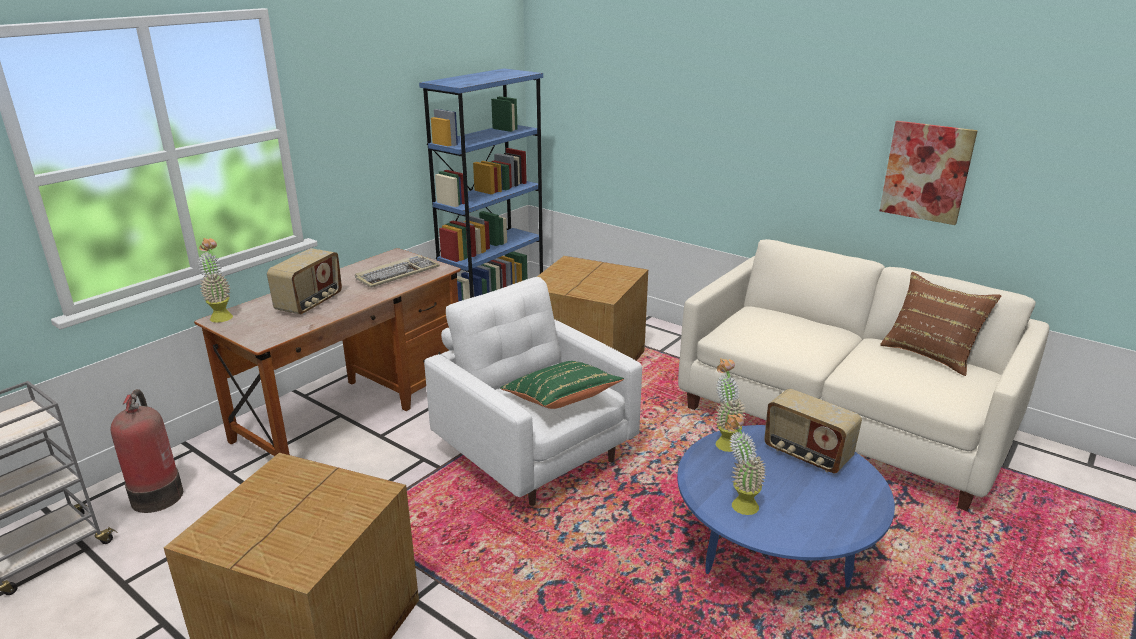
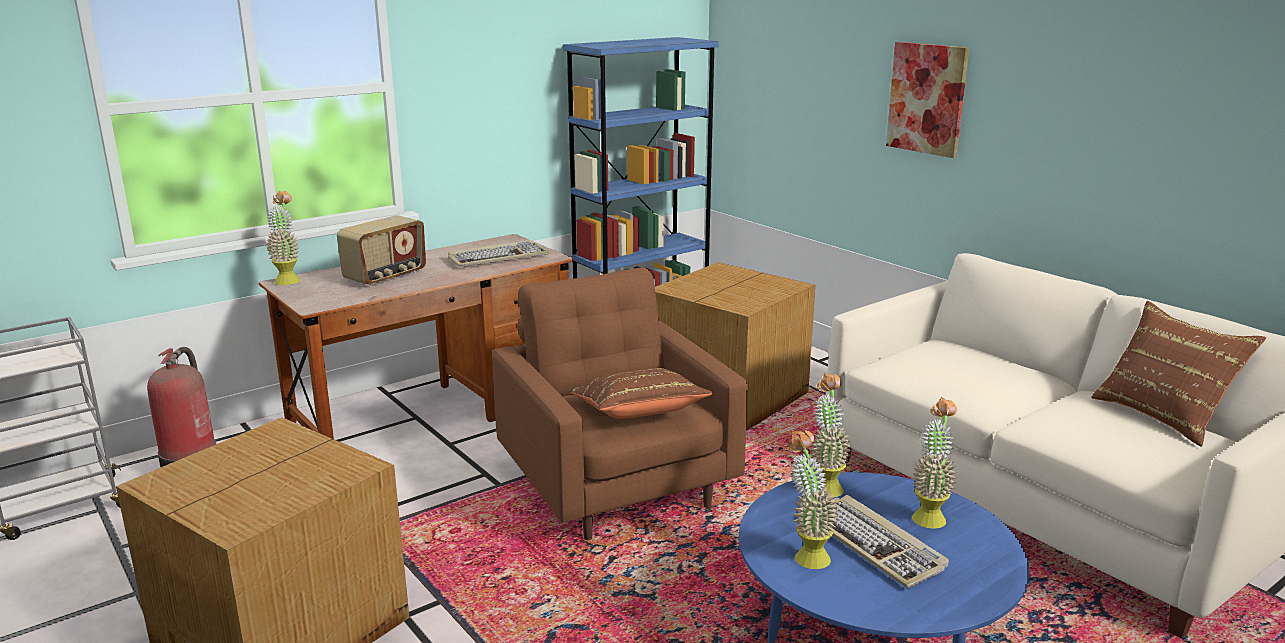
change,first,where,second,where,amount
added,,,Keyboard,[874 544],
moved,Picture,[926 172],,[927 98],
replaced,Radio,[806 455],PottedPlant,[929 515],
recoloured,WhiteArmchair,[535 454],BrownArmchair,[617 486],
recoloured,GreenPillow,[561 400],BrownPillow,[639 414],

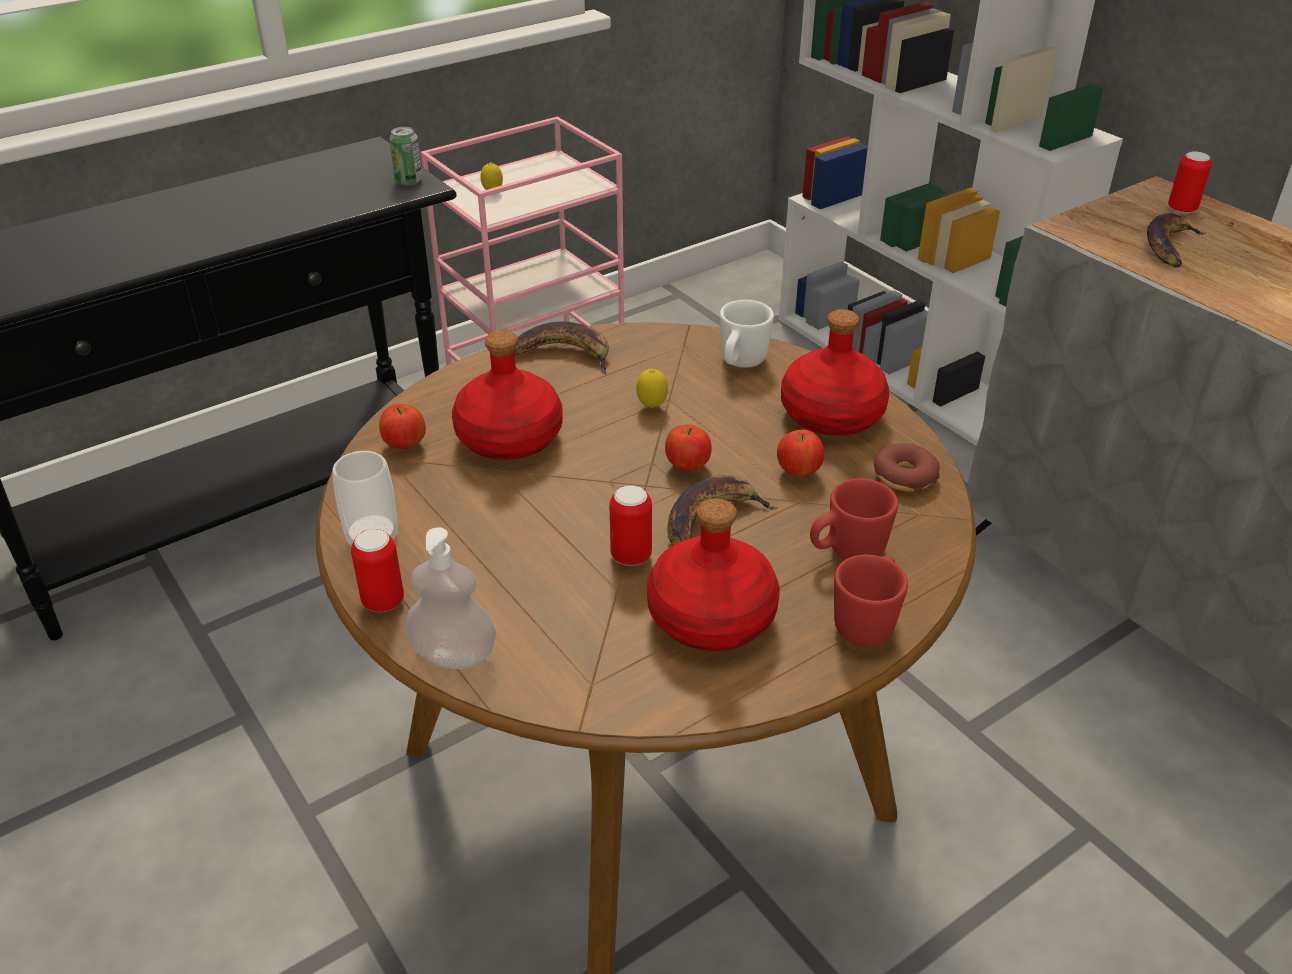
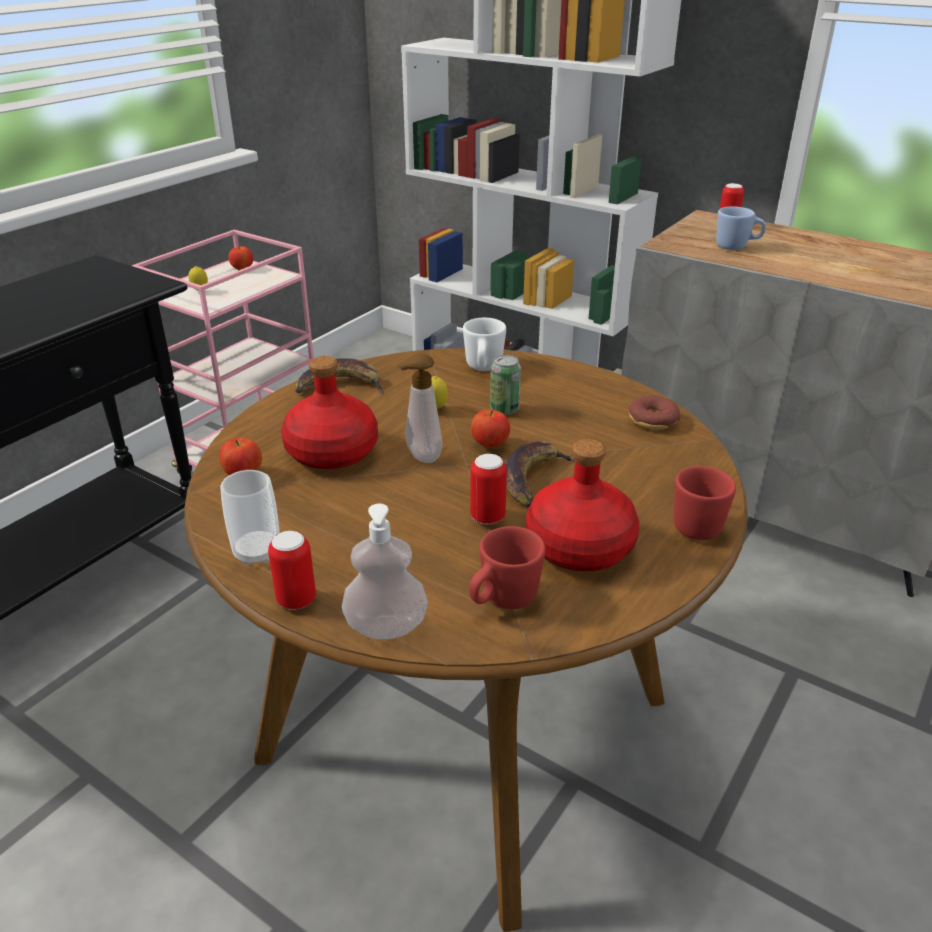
change,first,where,second,where,amount
removed,RedBottle,[832 414],,,
added,,,SoapDispenser,[420 457],
moved,Can,[409 181],,[504 409],
moved,Apple,[798 472],,[242 269],
moved,RedMug,[847 552],,[502 600],
replaced,Banana,[1169 247],BlueMug,[737 247],

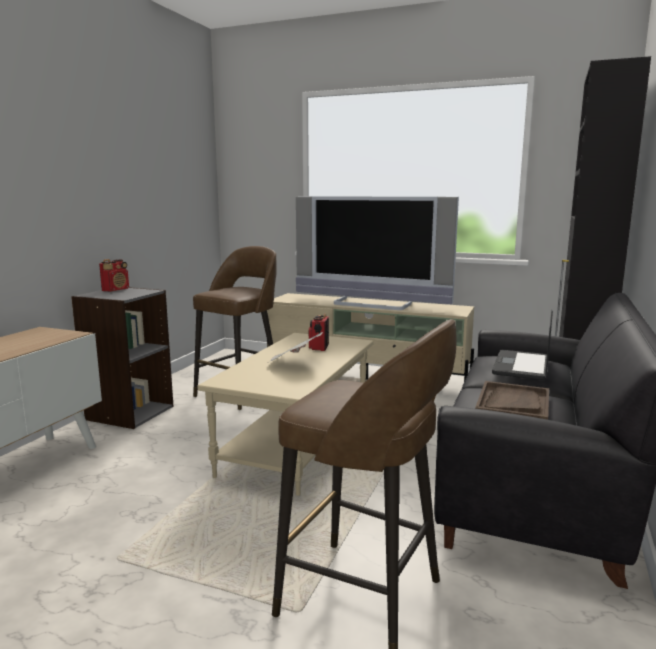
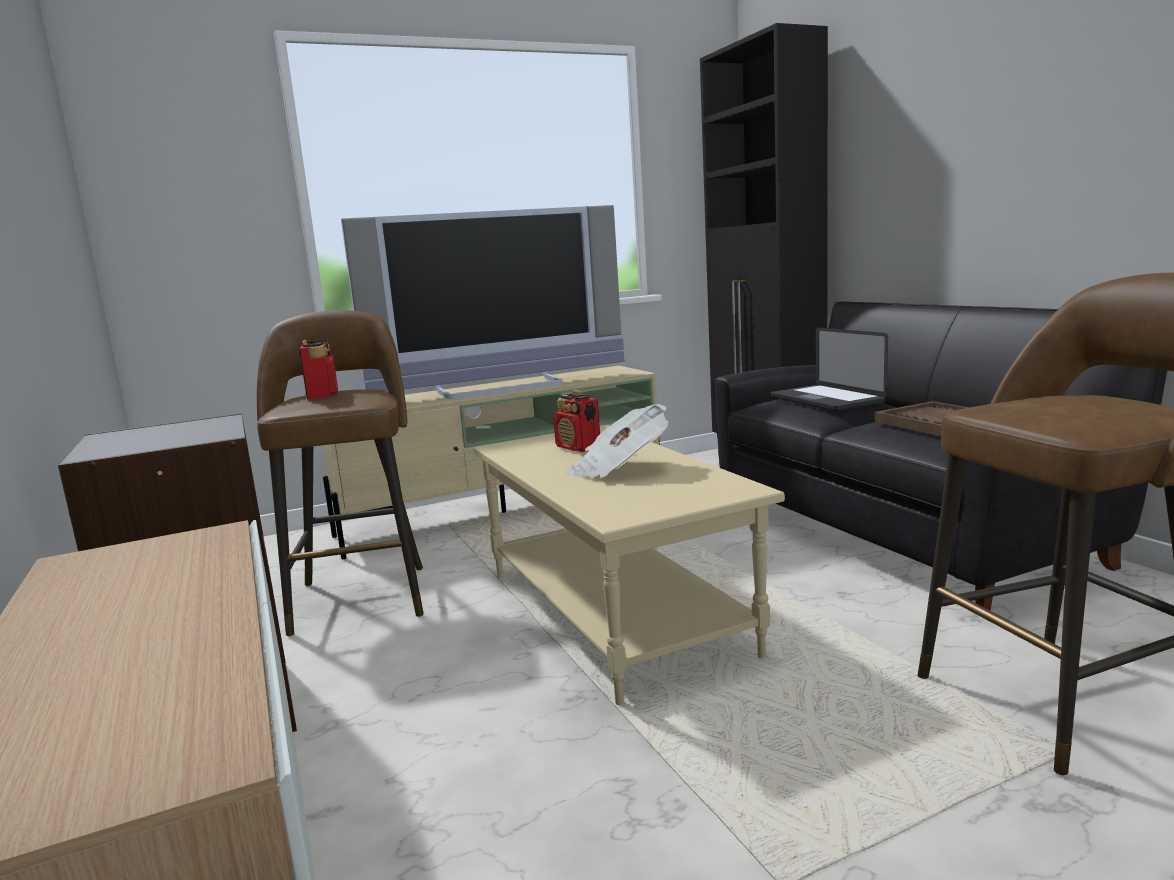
change,first,where,second,where,amount
moved,Radio,[116 290],,[322 395],

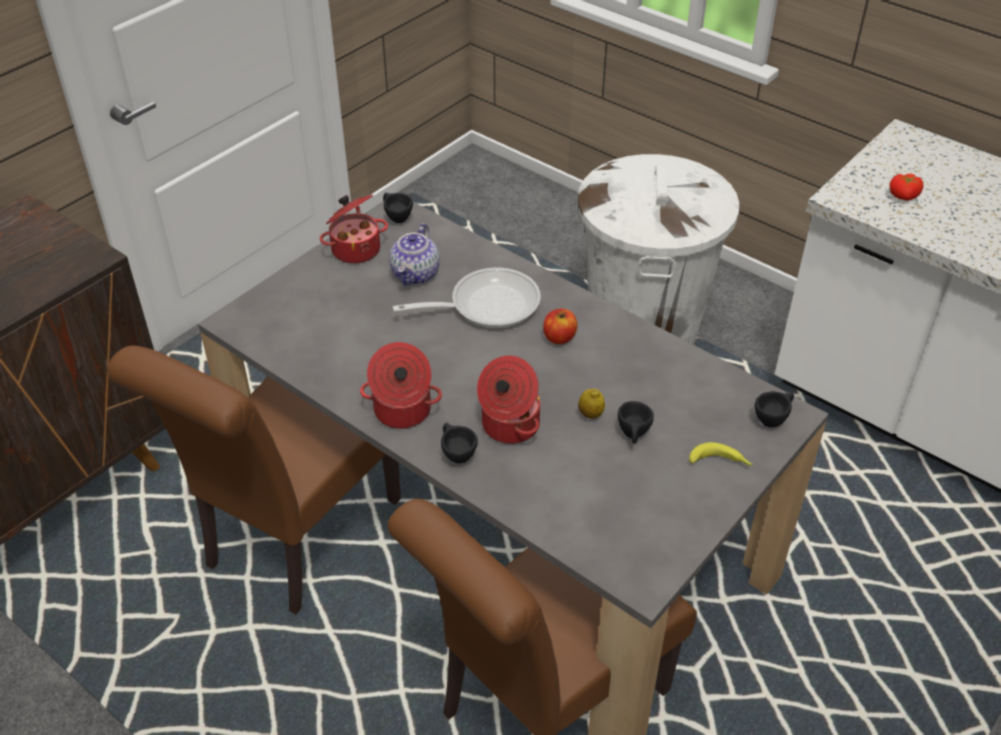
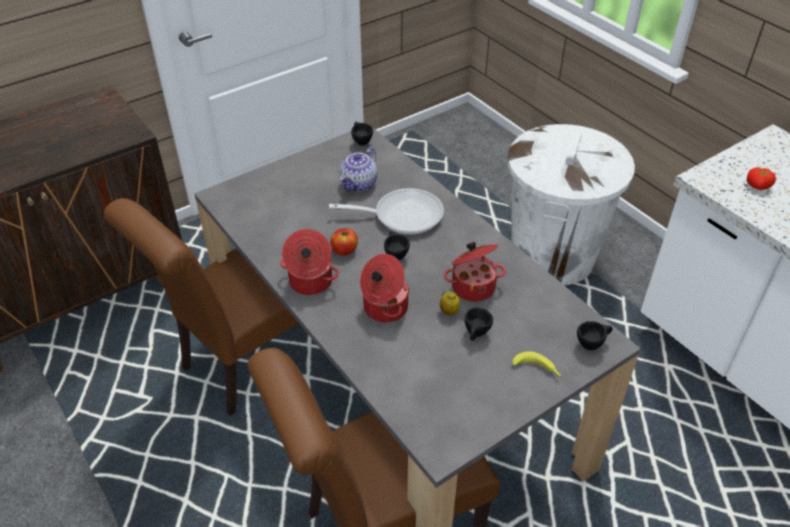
change,first,where,second,where,amount
moved,CookingPot,[355 249],,[473 286],
moved,BlackCup,[456 455],,[395 254],
moved,Apple,[559 337],,[344 250],

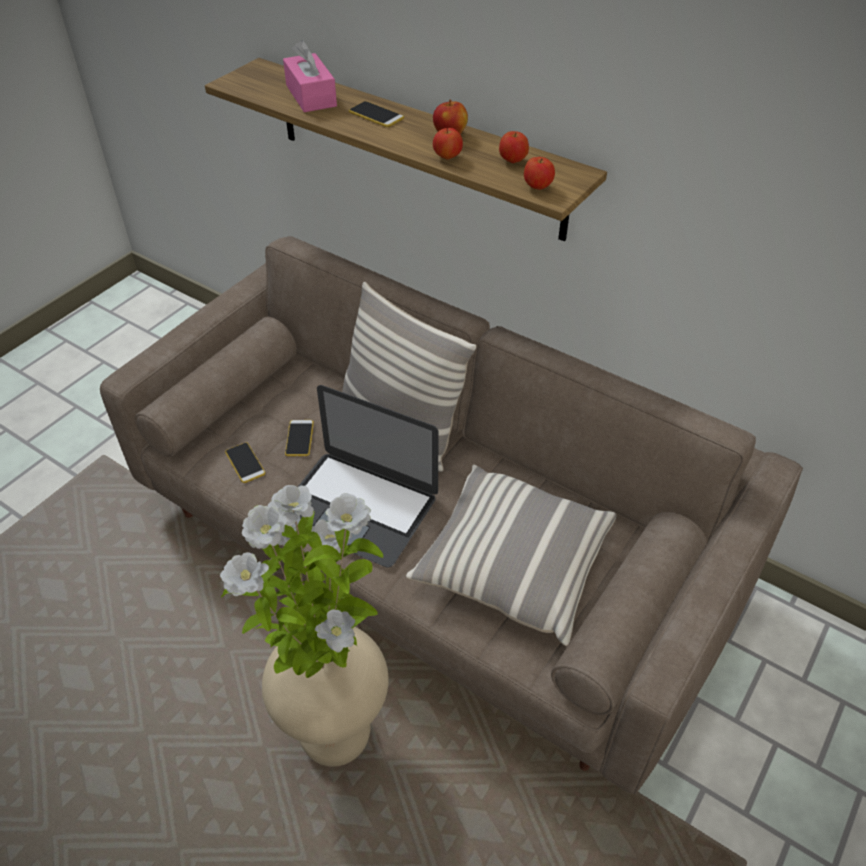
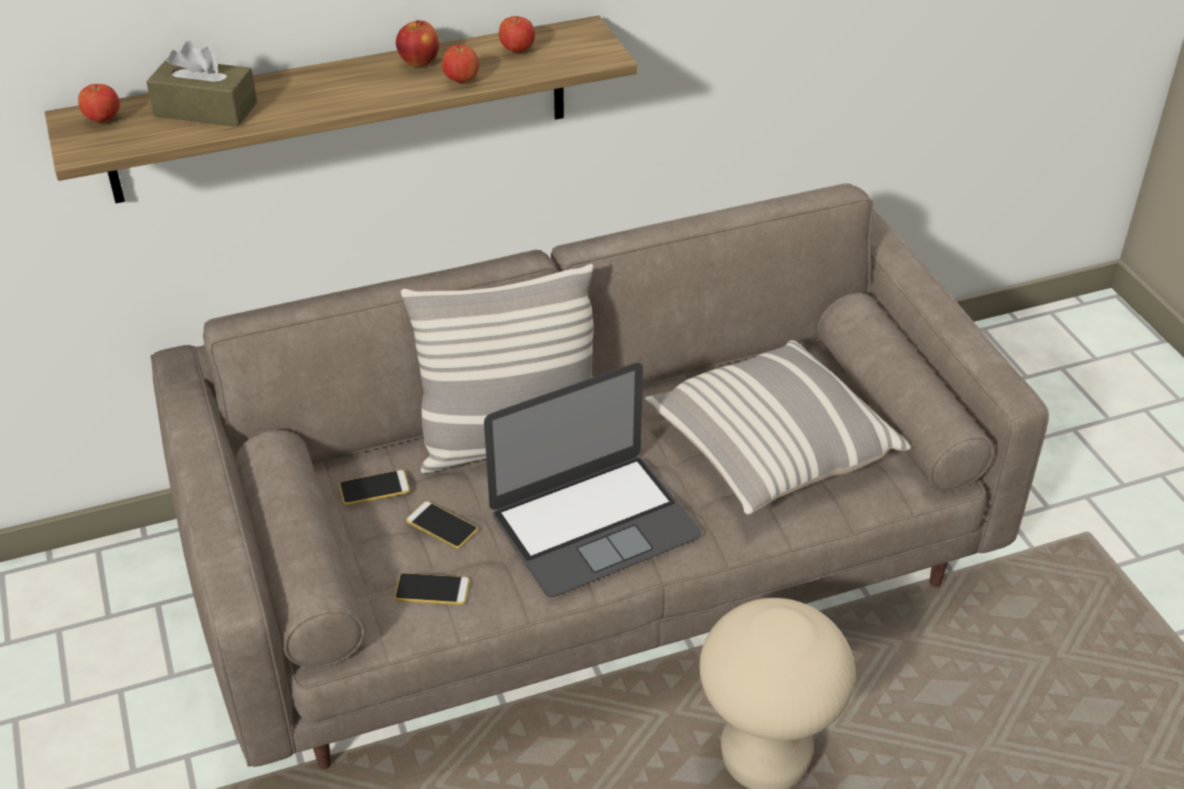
change,first,where,second,where,amount
removed,PottedPlant,[322 664],,,
moved,Phone,[376 115],,[374 488],
moved,Apple,[537 187],,[103 119],
recoloured,PinkTissueBox,[311 96],BrownTissueBox,[206 109],

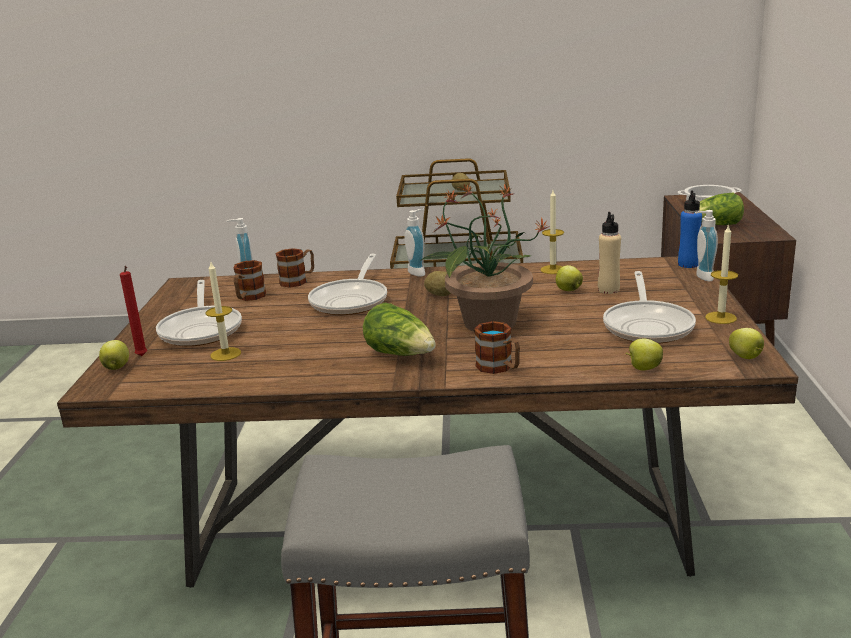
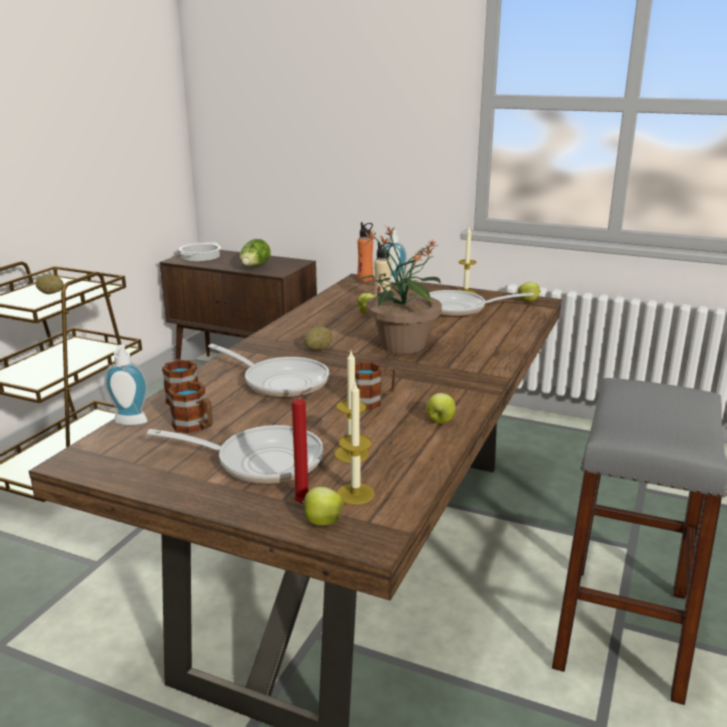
change,first,where,second,where,amount
removed,Lettuce,[401 354],,,
removed,SoapDispenser,[419 272],,,
moved,Mug,[499 368],,[372 401],
moved,Candle,[553 269],,[355 494],
moved,Apple,[643 368],,[440 421],
recoloured,BlueBottle,[688 264],OrangeBottle,[365 279],
turned,FryingPan,[647 325],,[458 309],150 degrees clockwise

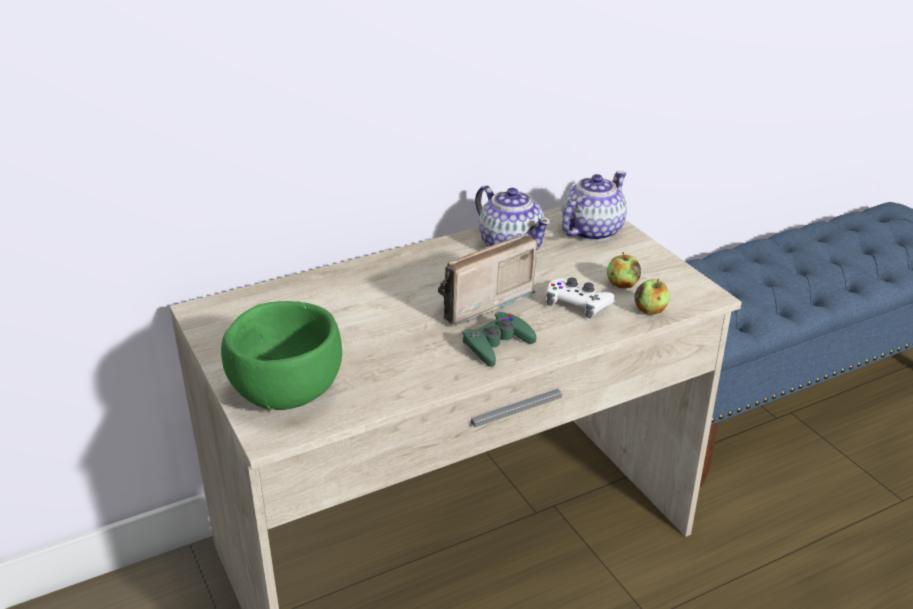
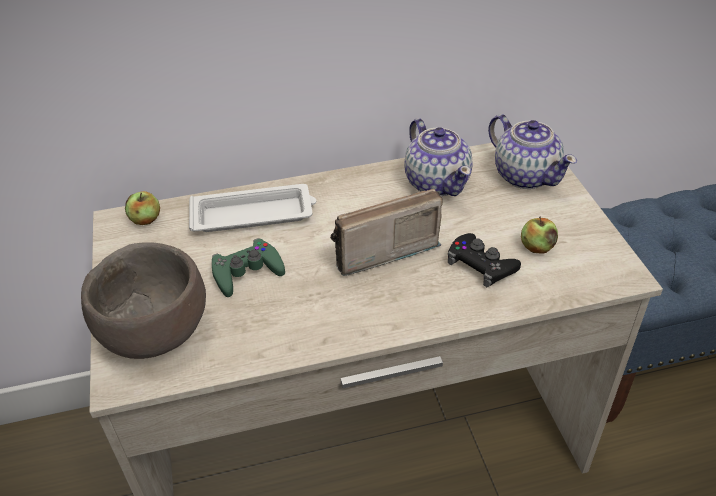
change,first,where,second,where,amount
added,,,WhiteTray,[254 215],
moved,GreenGameController,[497 345],,[247 272],
moved,Apple,[650 310],,[146 220],
recoloured,GreenBowl,[288 393],BrownBowl,[156 333],
recoloured,WhiteGameController,[577 303],BlackGameController,[481 265],
turned,Teapot,[591 231],,[525 175],90 degrees clockwise

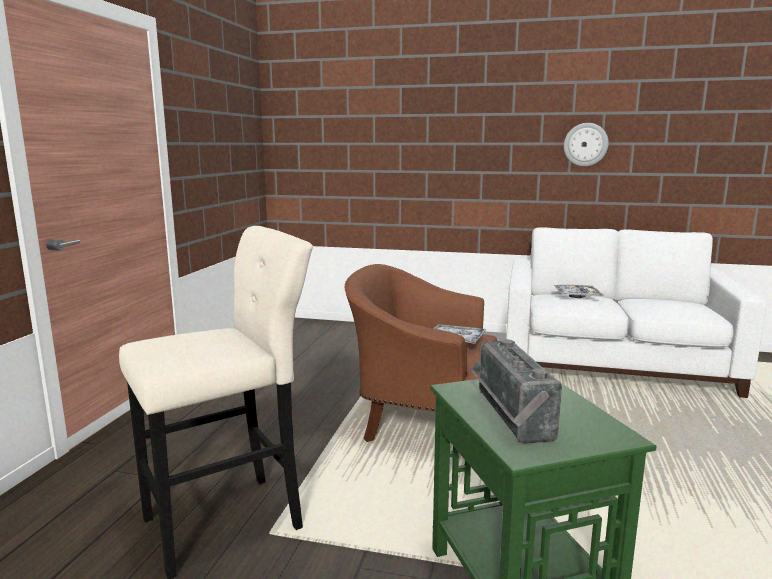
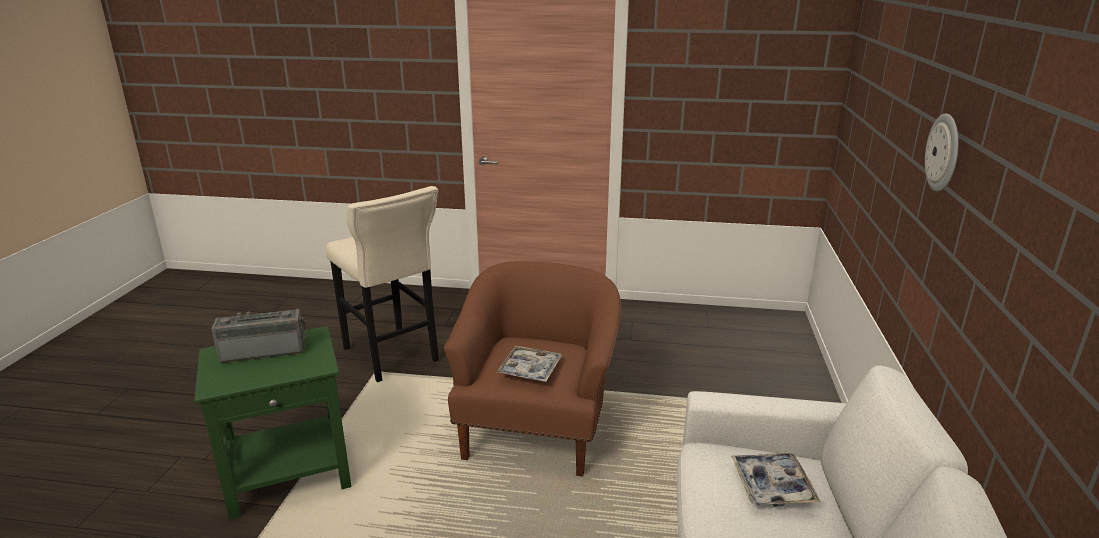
change,first,where,second,where,amount
moved,WallClock,[585 144],,[944 152],

